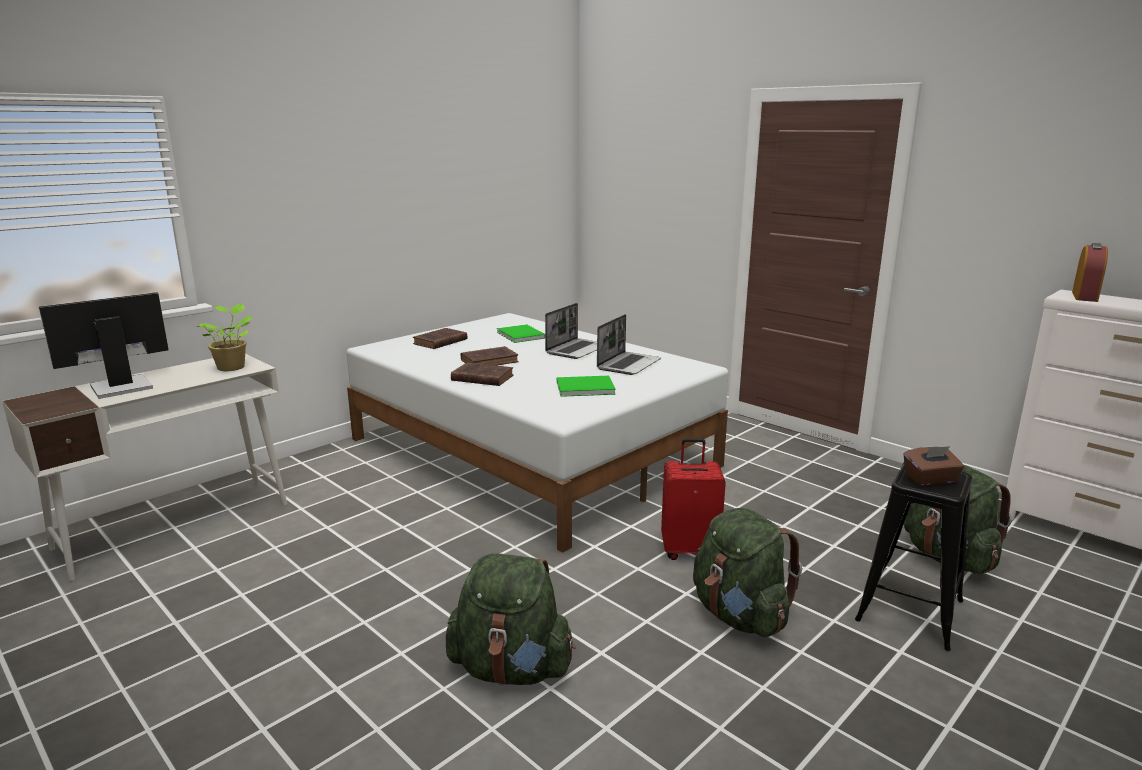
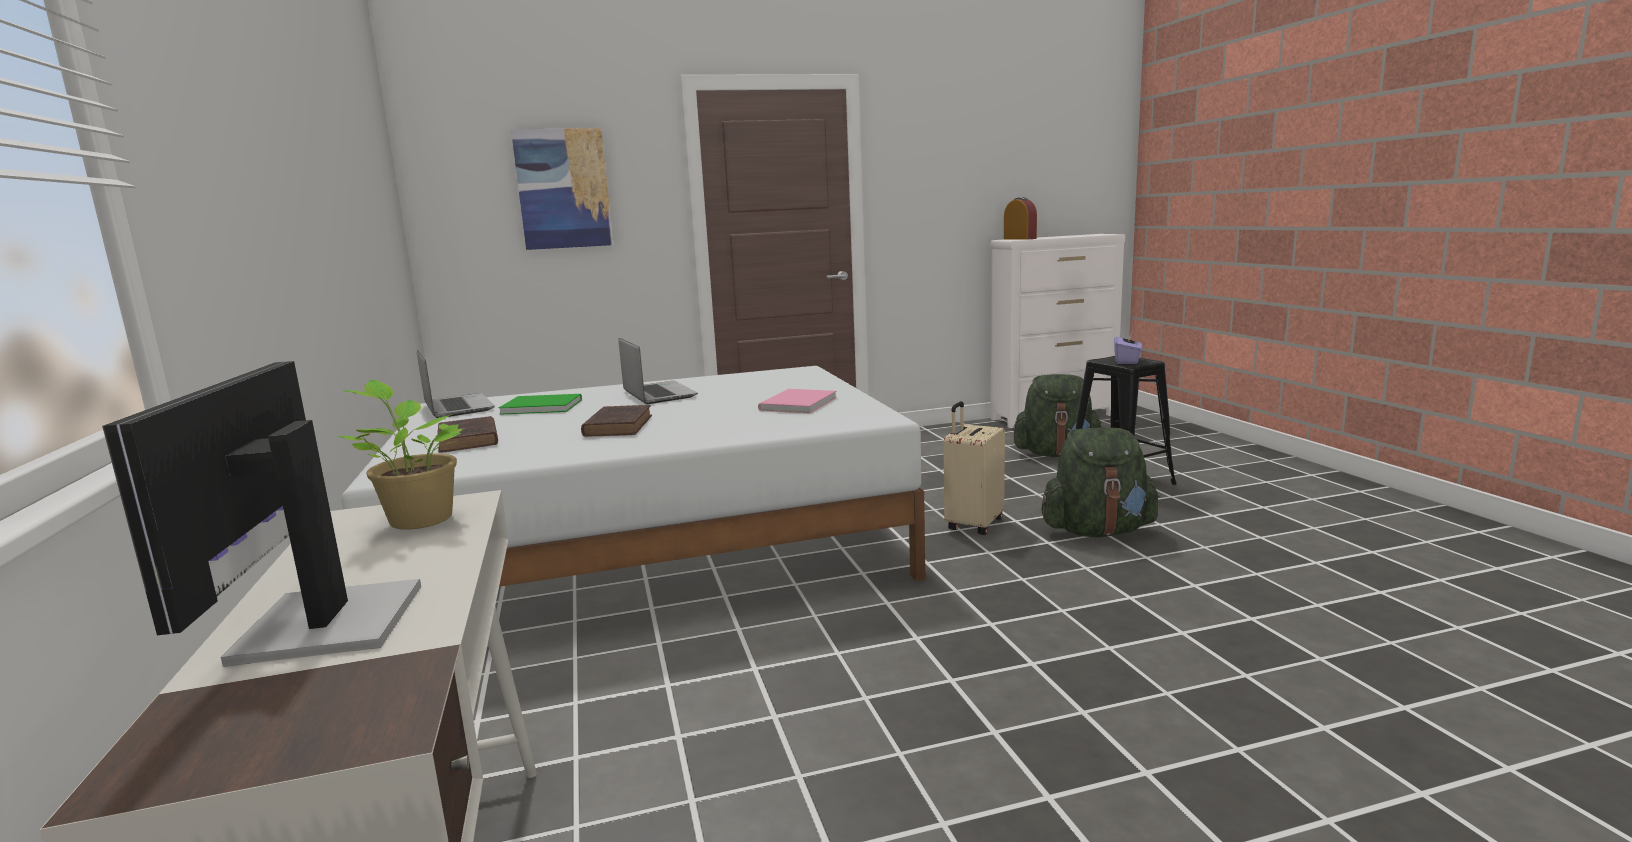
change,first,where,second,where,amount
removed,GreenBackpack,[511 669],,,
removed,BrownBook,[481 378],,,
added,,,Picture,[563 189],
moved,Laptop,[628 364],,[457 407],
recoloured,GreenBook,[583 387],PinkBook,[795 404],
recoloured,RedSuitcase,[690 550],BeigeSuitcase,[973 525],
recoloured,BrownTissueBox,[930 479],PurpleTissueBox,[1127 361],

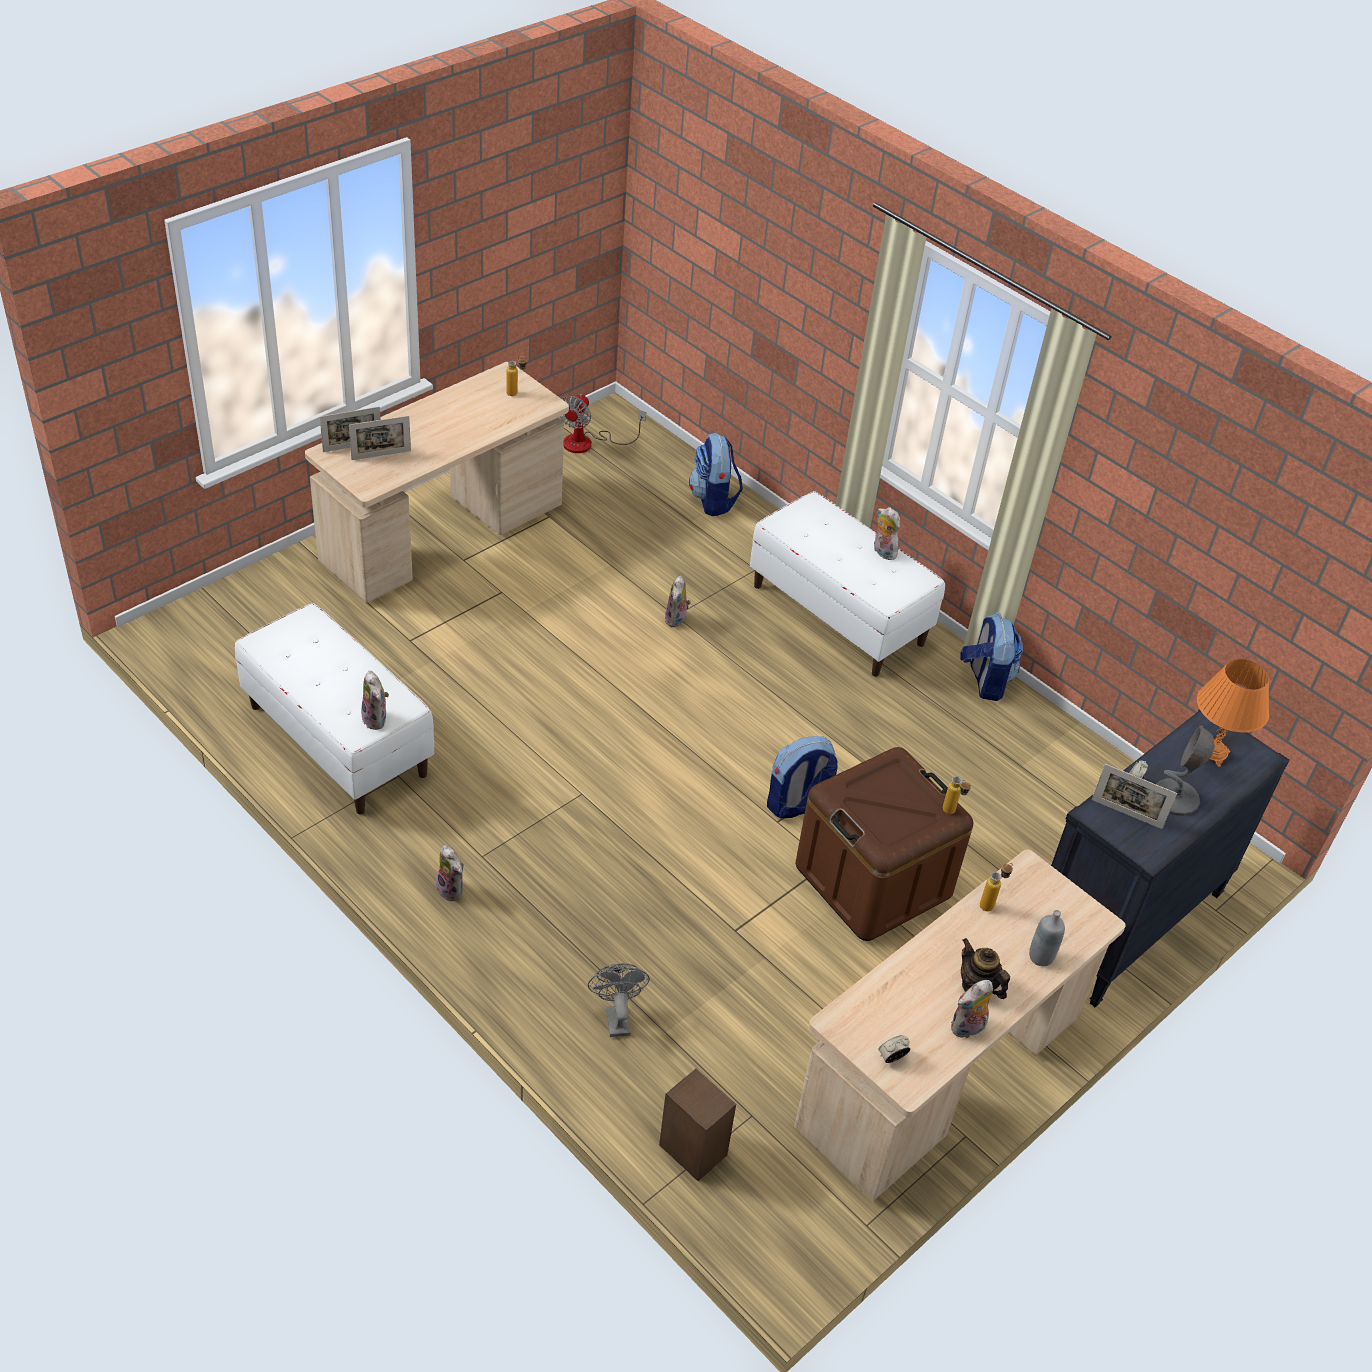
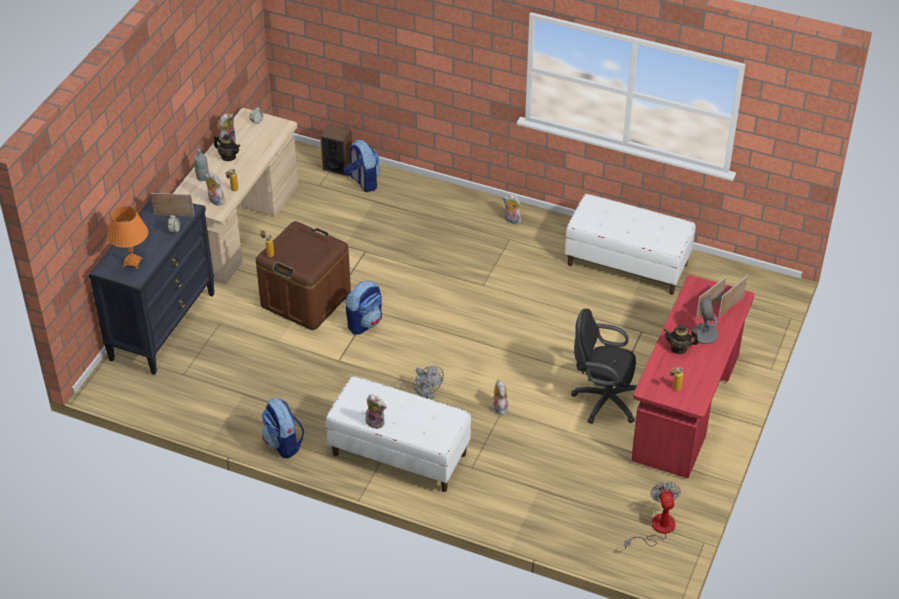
change,first,where,second,where,amount
added,,,BlackOfficeChair,[603 400],
added,,,Teapot,[679 348],
moved,PlushToy,[376 719],,[215 201],
moved,GreyFan,[616 1016],,[427 396],
moved,Backpack,[713 500],,[363 182],
moved,GreyTableLamp,[1175 798],,[704 334],
recoloured,BeigeDesk,[443 534],RedDesk,[686 409],

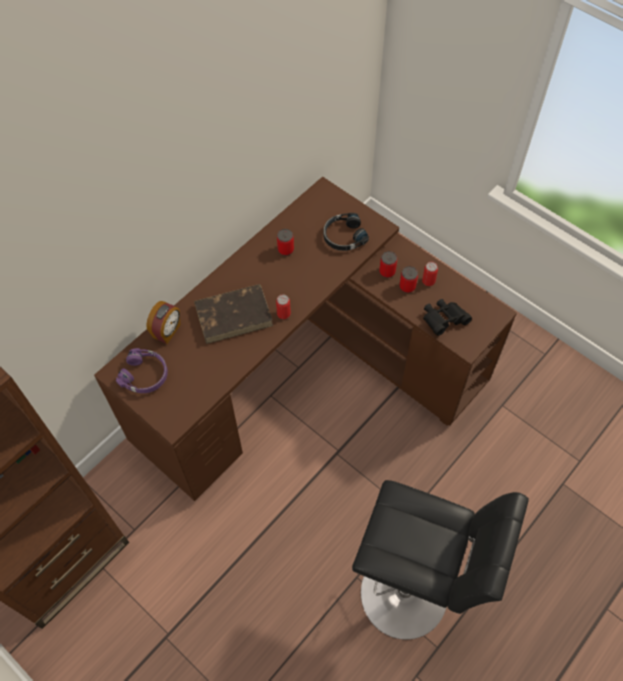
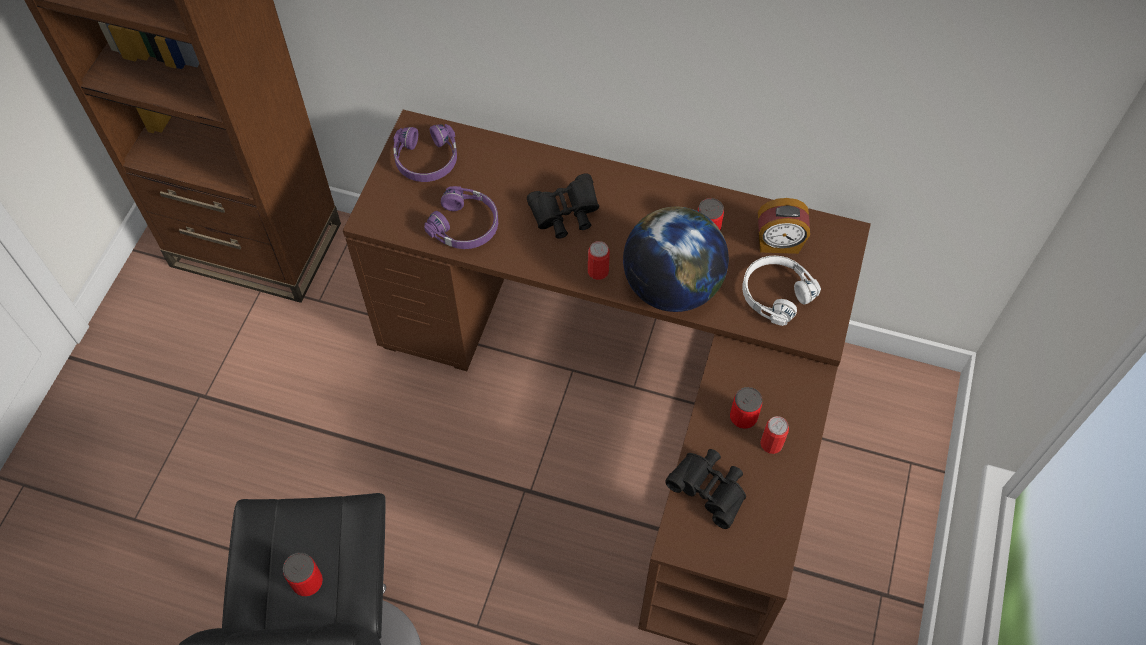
change,first,where,second,where,amount
added,,,PurpleHeadphones,[466 225],
added,,,Globe,[671 287],
moved,AlarmClock,[167 331],,[778 243],
moved,Can,[387 272],,[307 582],
replaced,BrownBook,[234 315],BlackBinoculars,[565 215],
recoloured,BlackHeadphones,[343 236],WhiteHeadphones,[775 293],

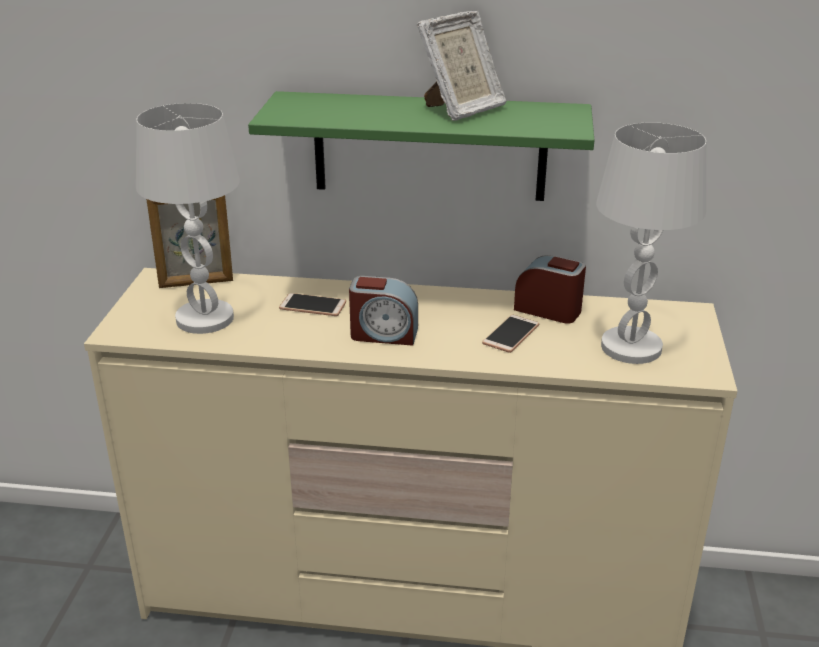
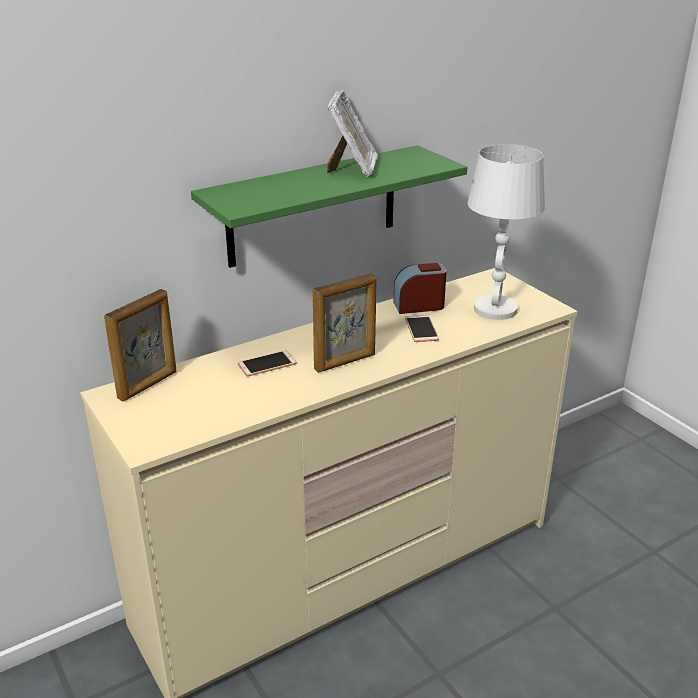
change,first,where,second,where,amount
removed,WhiteTableLamp,[204 319],,,
replaced,AlarmClock,[383 334],PictureFrame,[345 362],

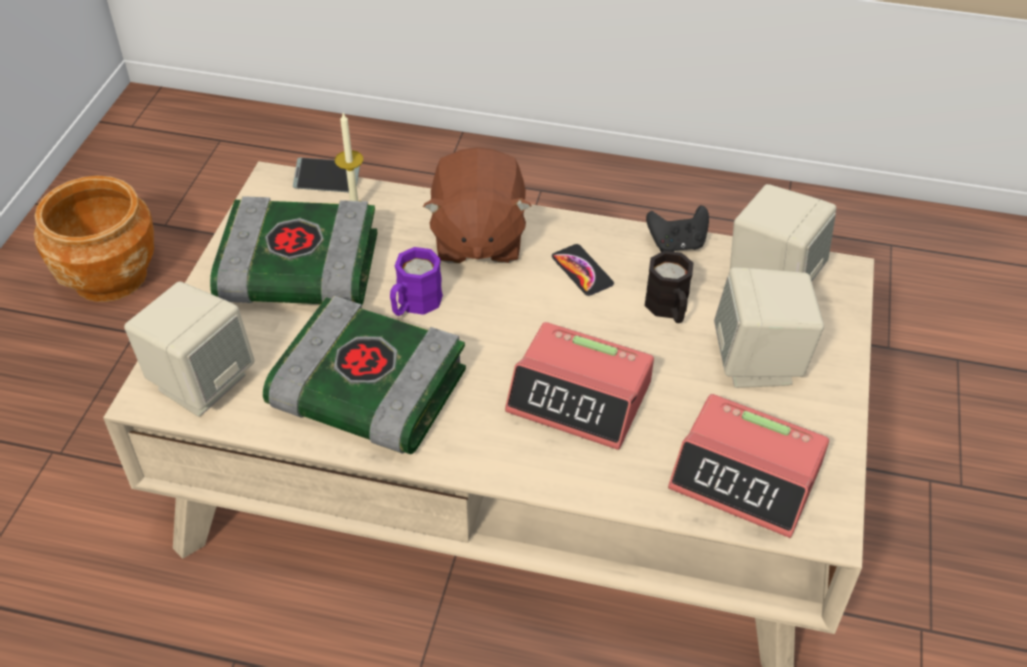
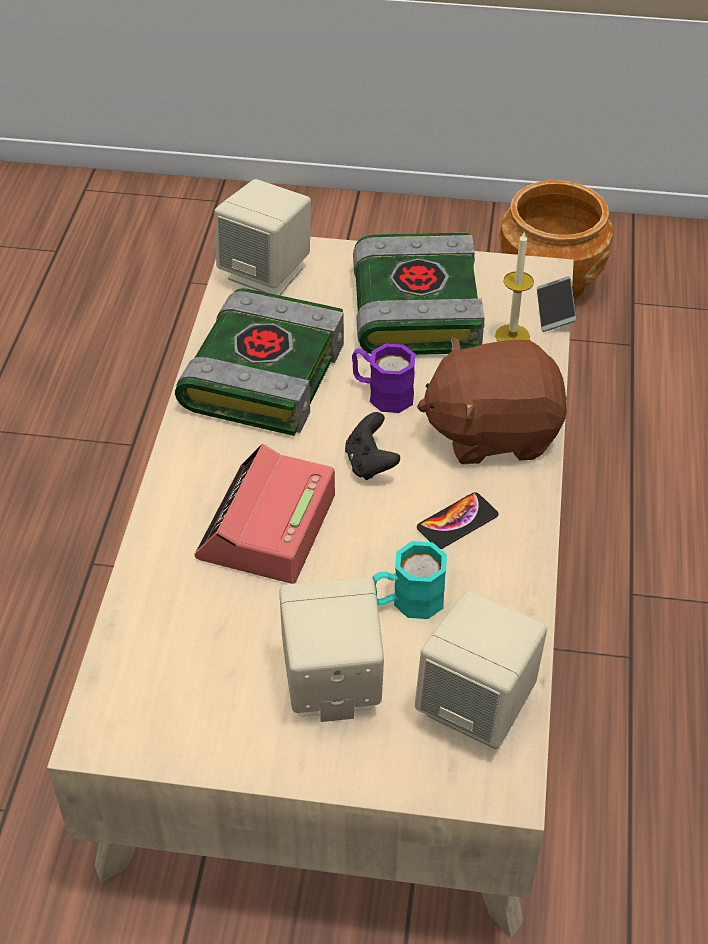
change,first,where,second,where,amount
removed,AlarmClock,[746 476],,,
moved,BlackGameController,[677 244],,[370 463],
recoloured,BlackMug,[669 309],TurquoiseMug,[407 601],

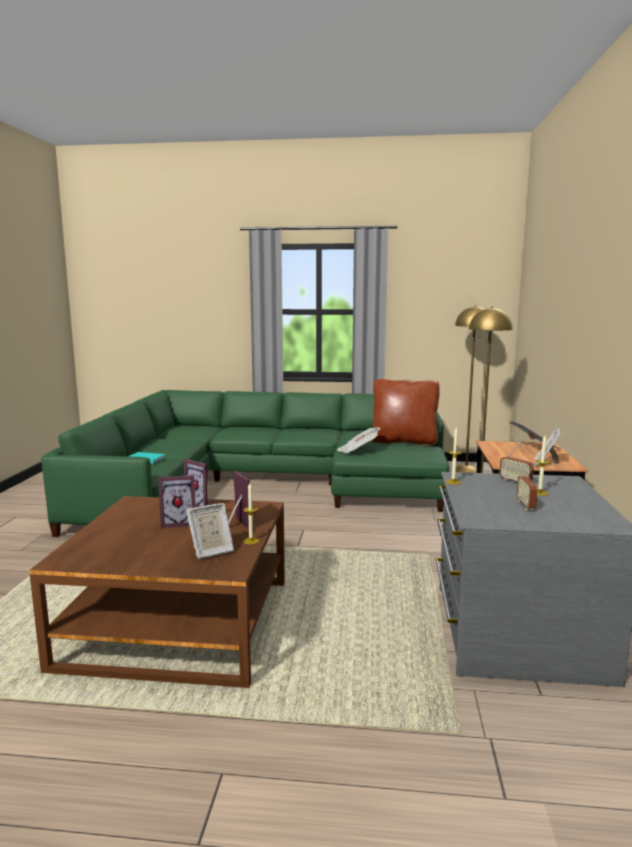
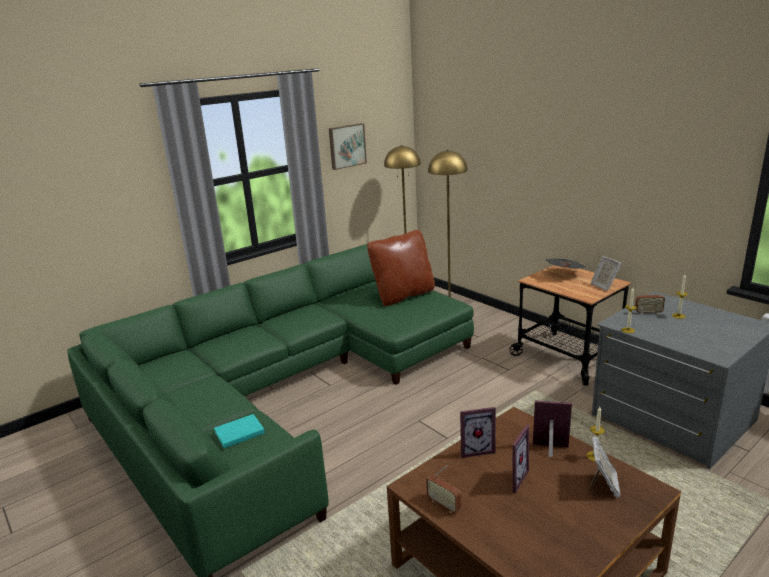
change,first,where,second,where,amount
removed,Newspaper,[358 451],,,
added,,,Picture,[346 146],
moved,Radio,[526 505],,[443 504],

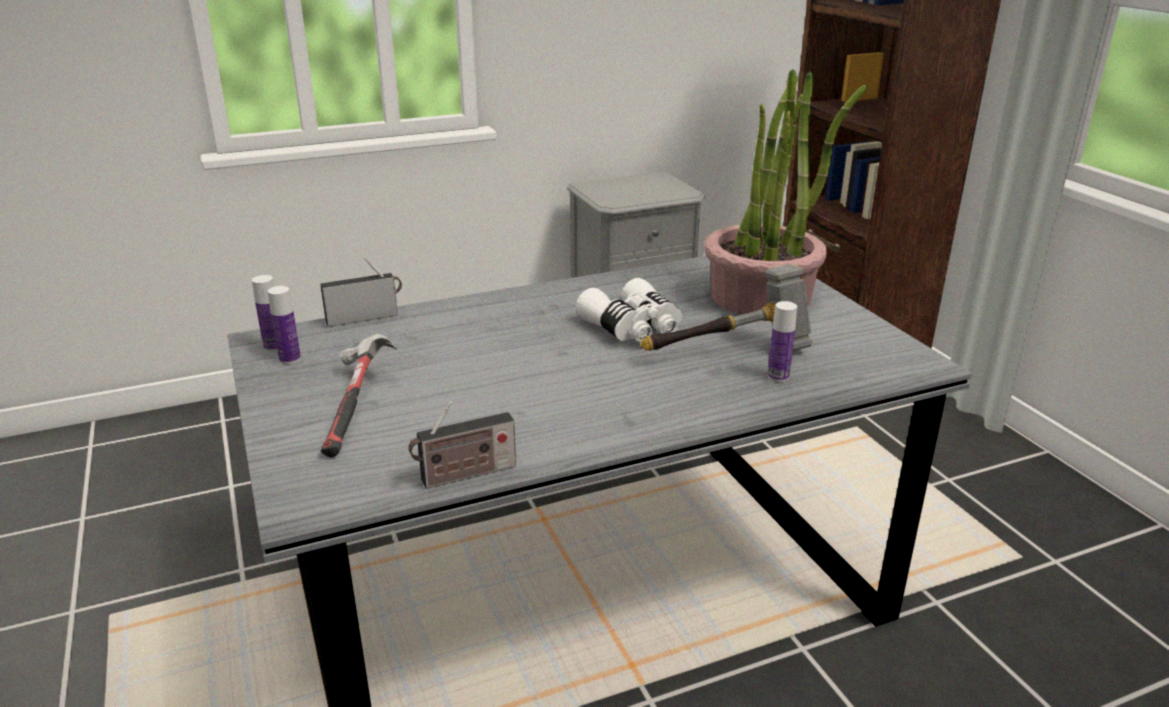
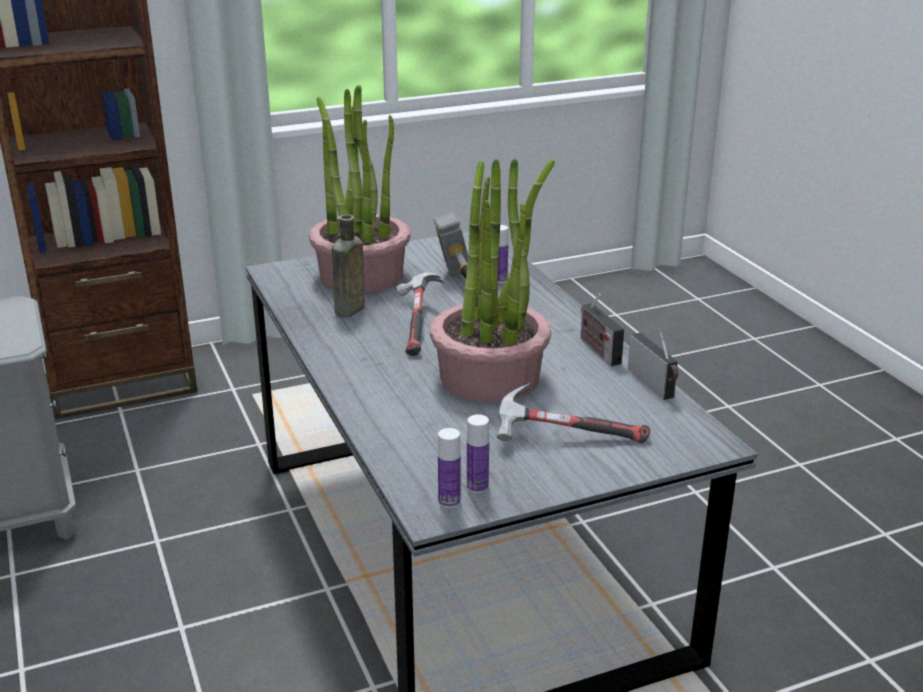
change,first,where,second,where,amount
added,,,BrownBottle,[348 311],
added,,,PottedPlant,[490 377],
moved,Radio,[365 317],,[597 349],
replaced,WhiteBinoculars,[633 328],Hammer,[417 325],

